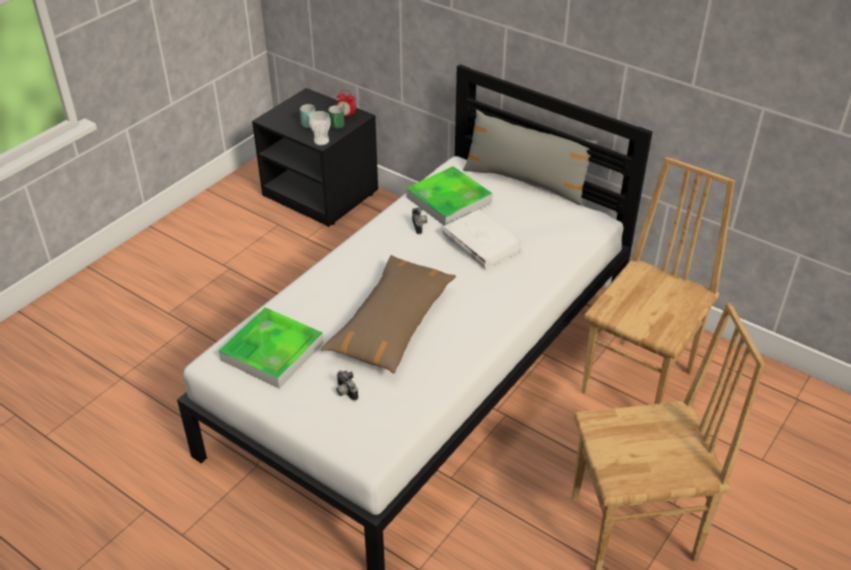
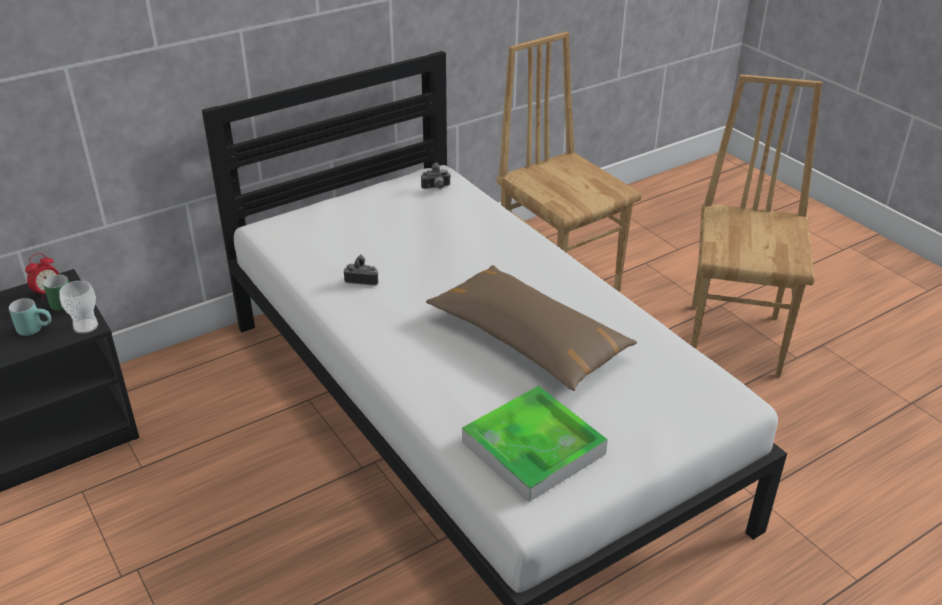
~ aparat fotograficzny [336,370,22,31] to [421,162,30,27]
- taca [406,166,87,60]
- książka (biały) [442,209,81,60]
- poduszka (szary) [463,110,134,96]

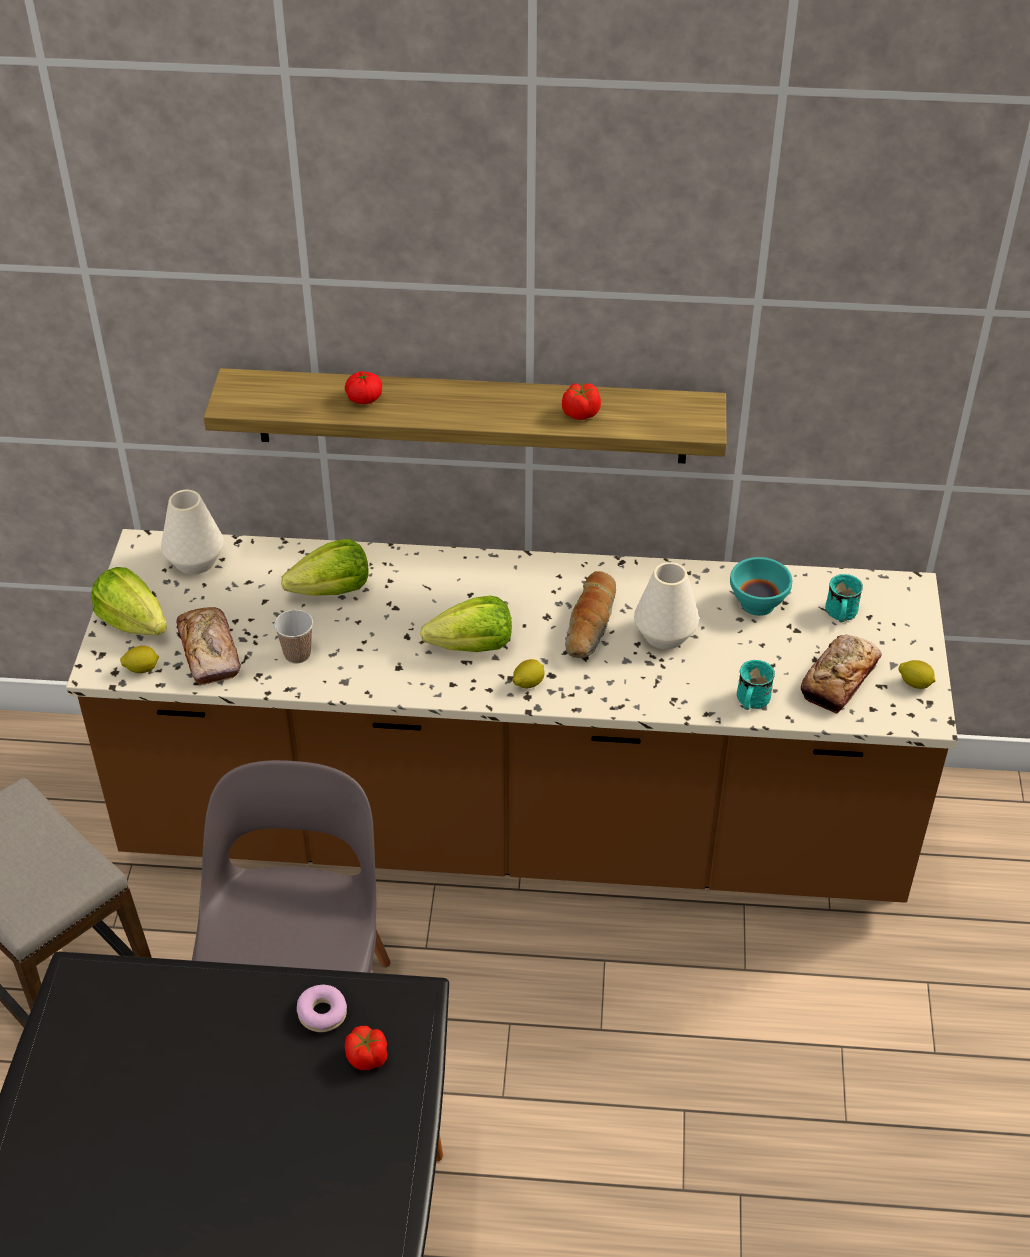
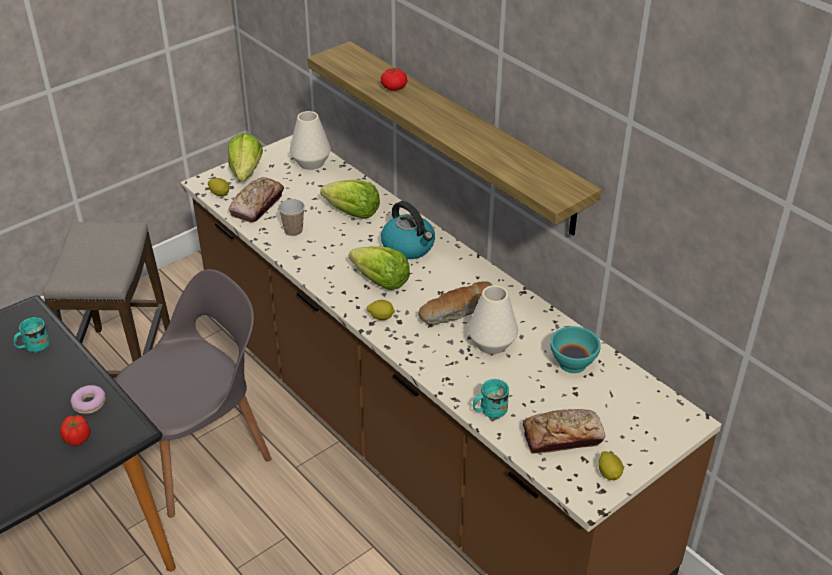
- pomidor [562,383,39,37]
~ kubek (turkusowy) [825,574,38,48] to [13,317,37,37]
+ czajnik [381,201,54,58]

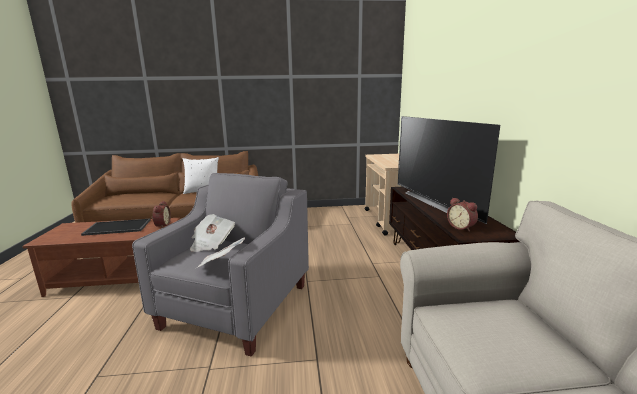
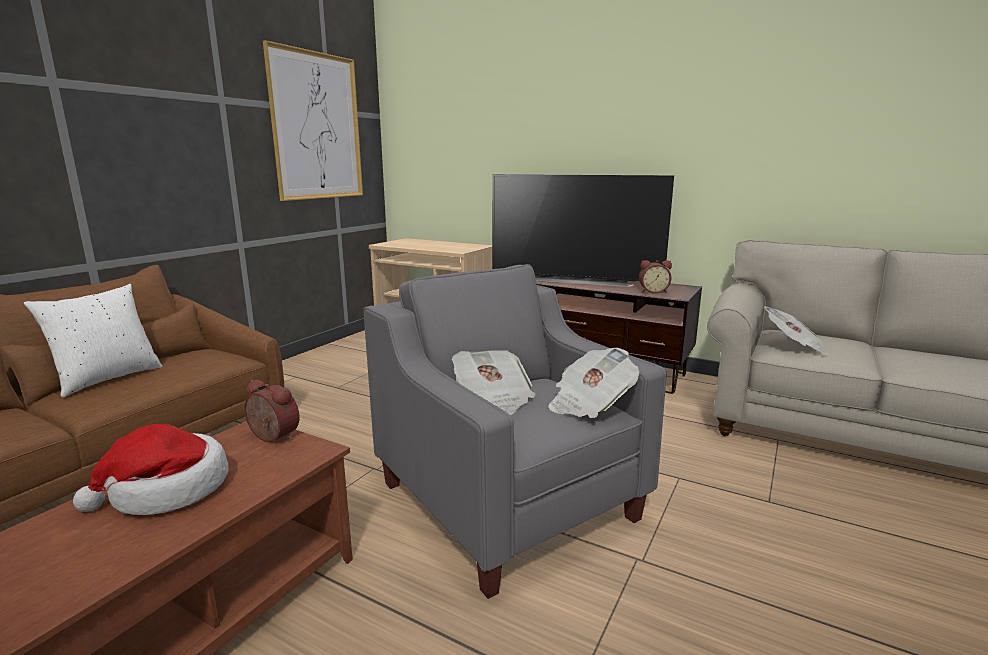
~ taca [81,219,70,17] to kapelusz [73,424,156,91]
+ obraz [263,40,100,161]
+ gazeta [764,306,65,49]

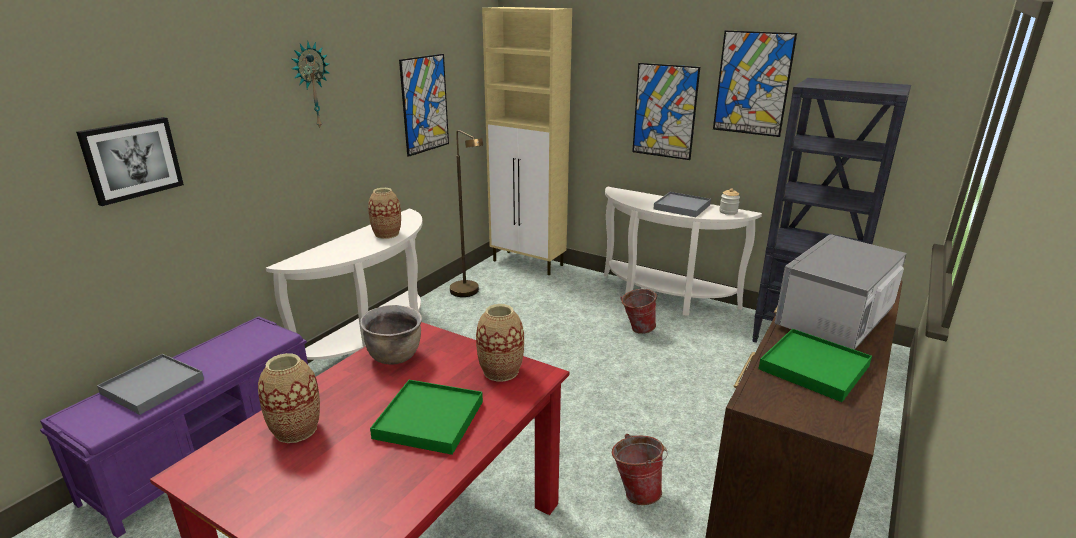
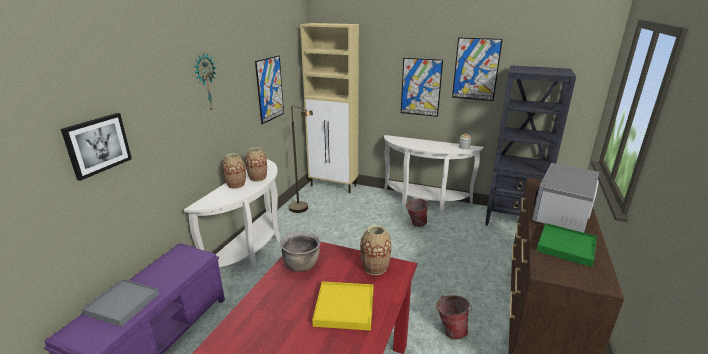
~ wazon [258,353,62,90] to [222,153,24,36]
~ taca (zielony) [370,380,113,75] to taca (żółty) [312,281,62,50]
- taca (szary) [654,192,57,25]

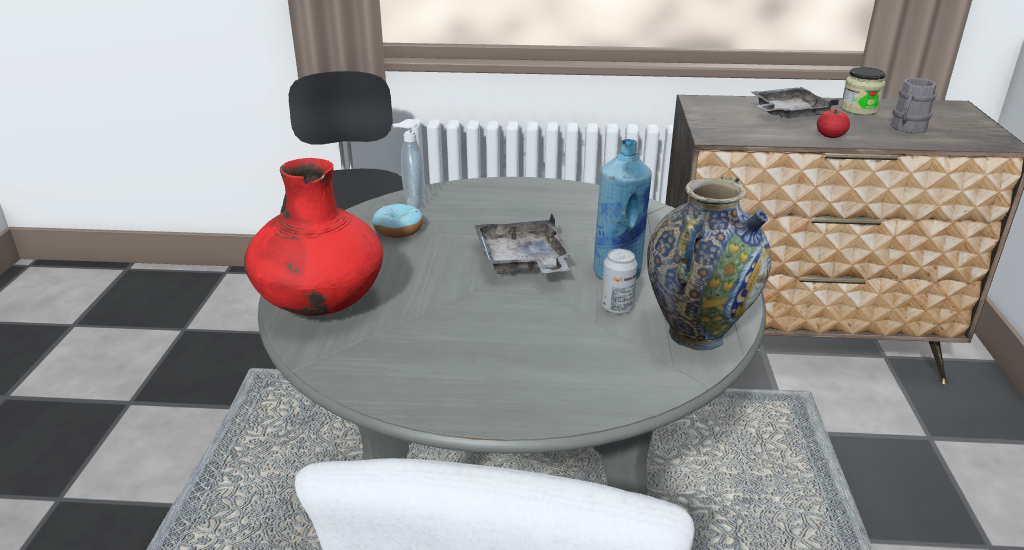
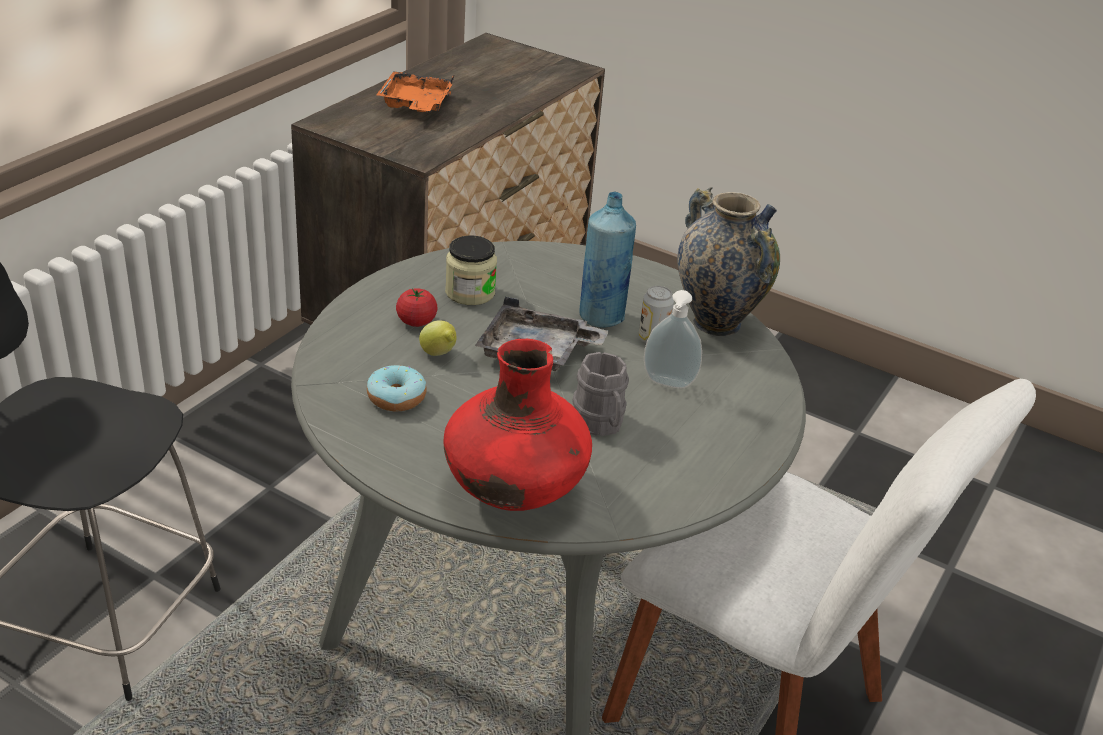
~ dozownik mydła [393,119,31,90] to [644,290,58,98]
~ taca (szary) [751,87,89,31] to taca (pomarańczowy) [377,71,77,41]
~ pomidor [817,109,33,29] to [396,288,42,39]
~ słoik [841,67,45,48] to [445,235,52,70]
~ kubek (szary) [891,78,46,56] to [572,352,57,84]
+ cytryna [419,320,37,36]

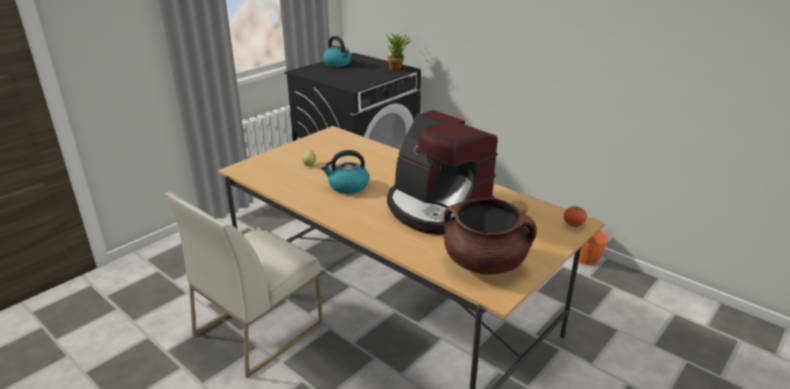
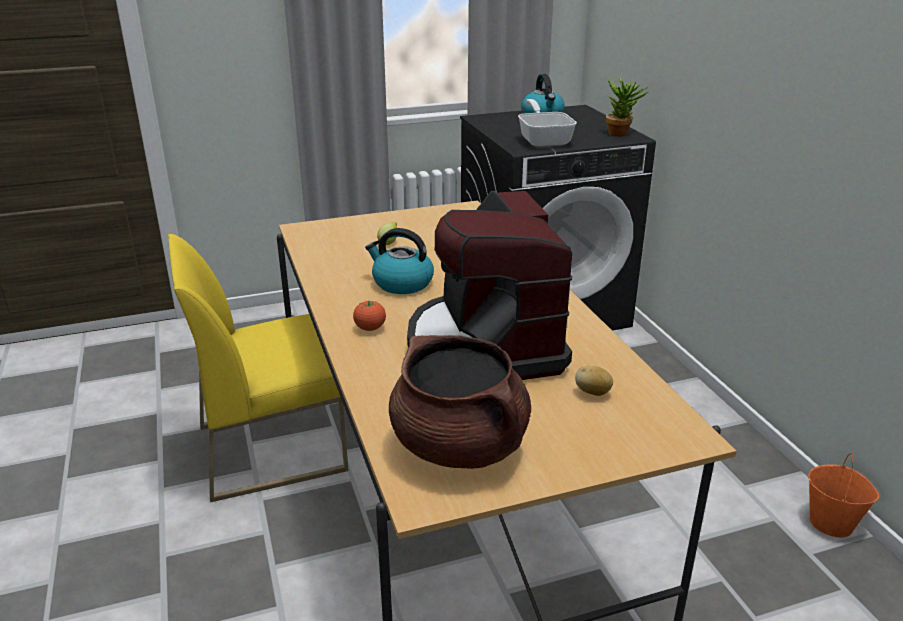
~ krzesło (biały) [165,192,158,186] to krzesło (żółty) [168,234,181,268]
~ pomidor [564,206,23,21] to [353,300,33,31]
+ patelnia [518,99,59,48]

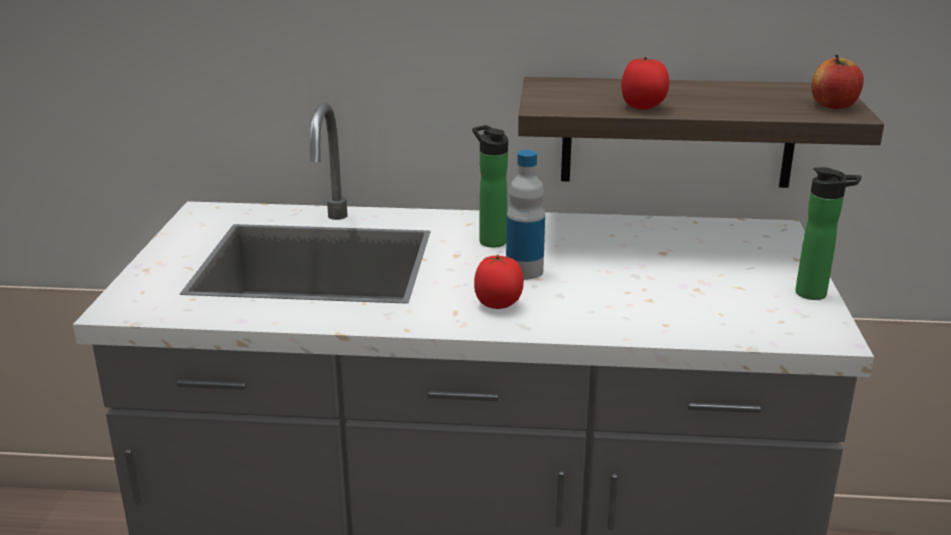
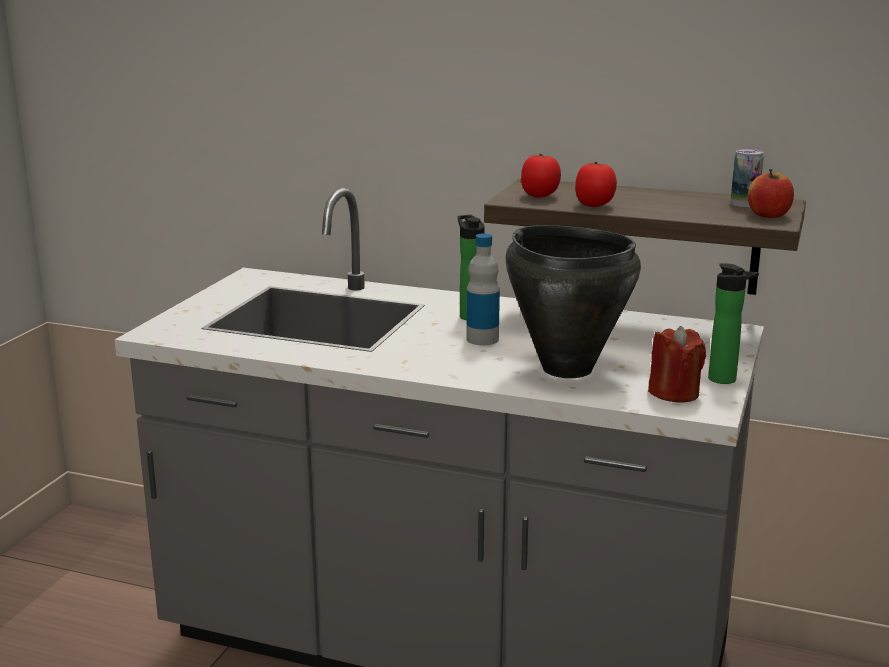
~ pomidor [474,255,50,54] to [521,154,40,43]
+ garnek (czarny) [505,225,136,153]
+ świeca (czerwony) [648,326,58,77]
+ puszka [731,149,32,58]

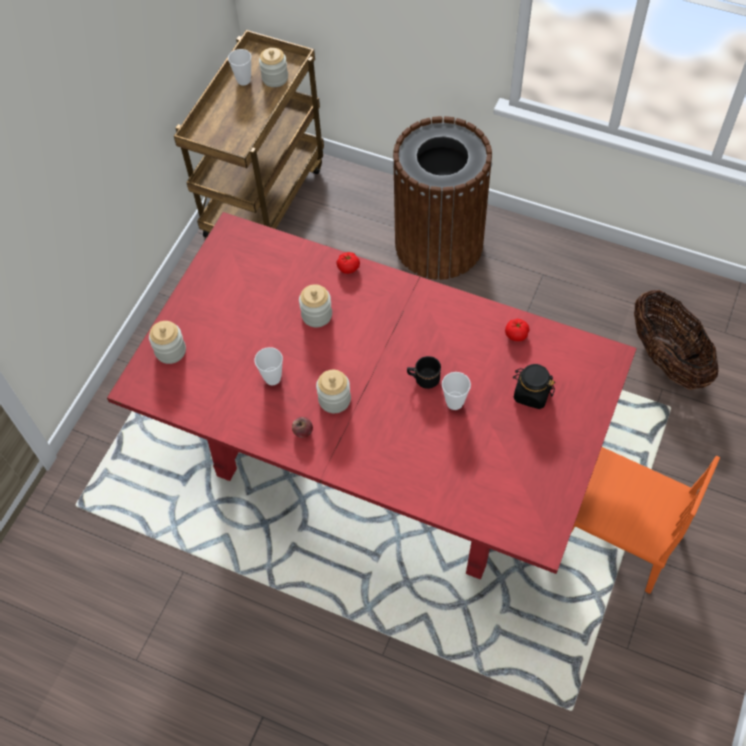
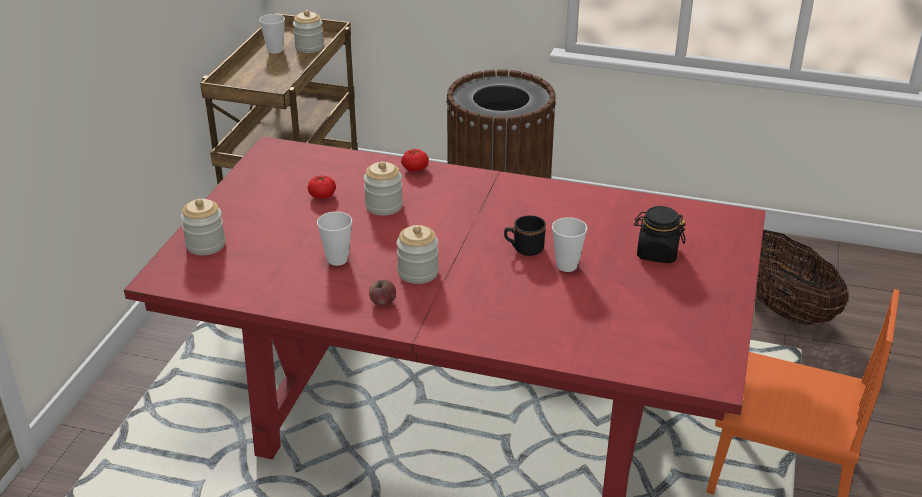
~ pomidor [505,319,25,22] to [308,175,28,24]

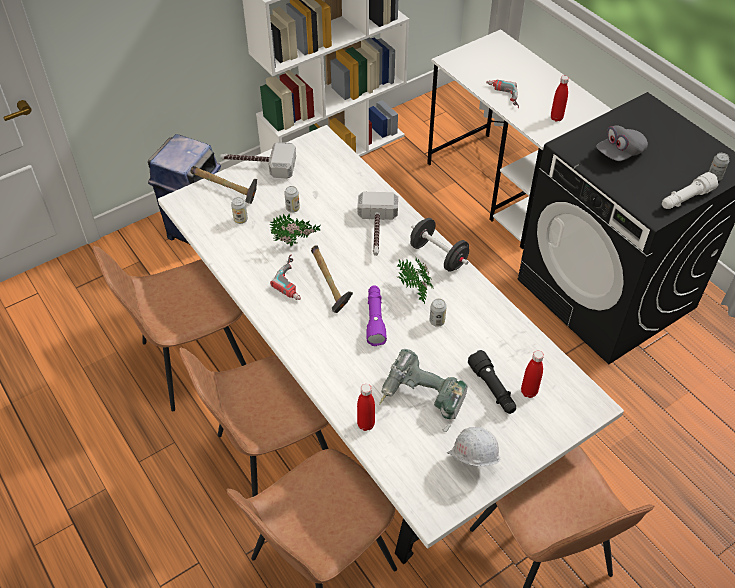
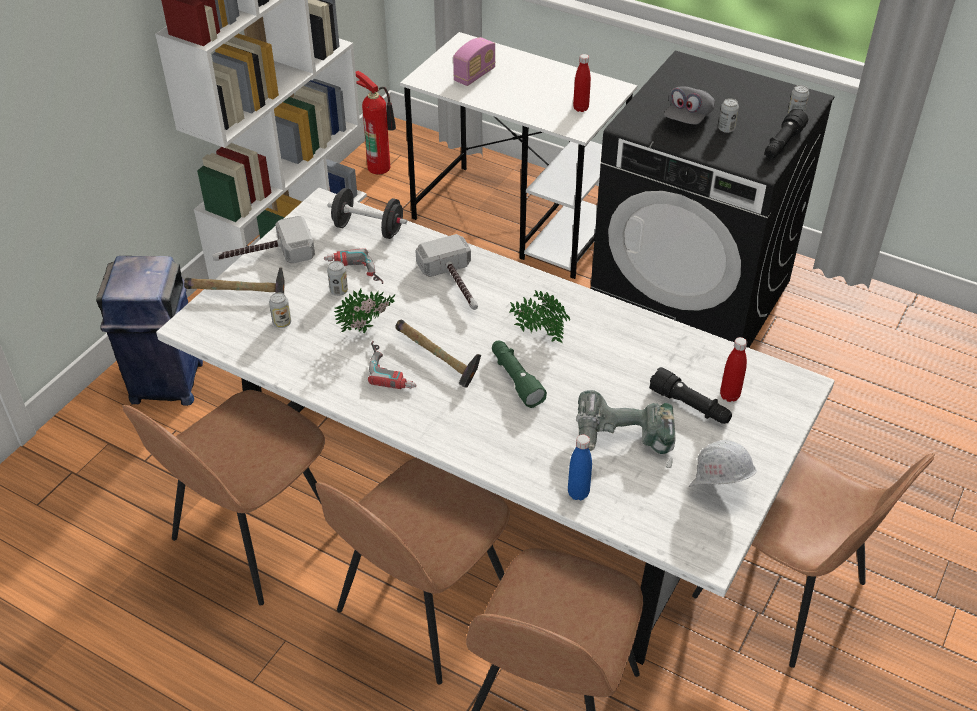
~ butelka (czerwony) [357,384,18,47] to butelka (niebieski) [568,435,24,65]
~ latarka (fioletowy) [366,285,21,61] to latarka (zielony) [492,341,55,67]
~ hantel (czarny) [410,218,59,54] to [327,188,80,51]
~ puszka [430,298,17,29] to [718,98,21,35]
~ wiertarka [486,80,33,28] to [324,248,59,36]
~ latarka (biały) [662,172,56,37] to latarka (czarny) [765,109,43,50]
+ gaśnica [356,71,40,103]
+ radio [453,37,43,49]

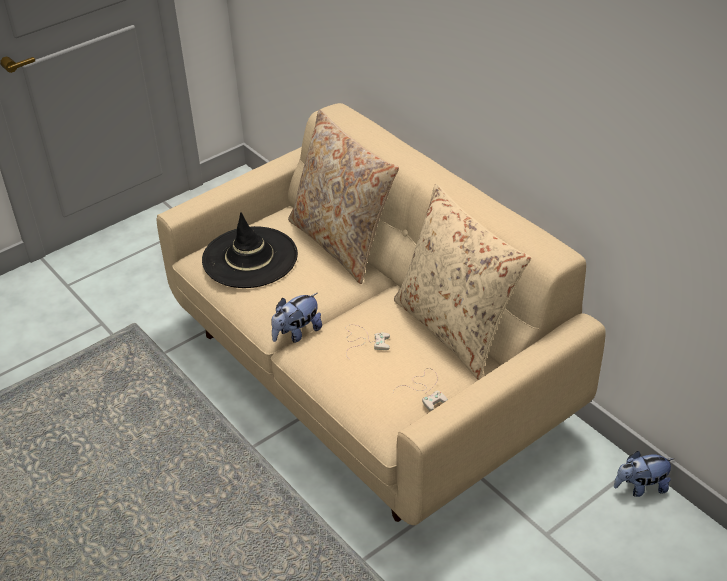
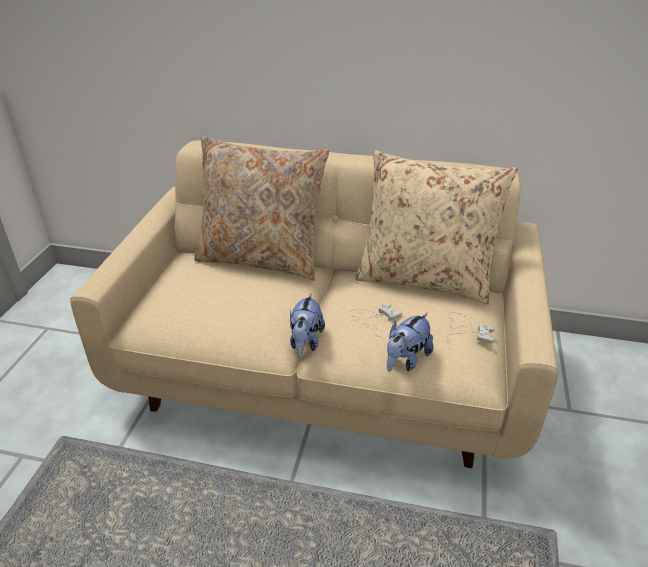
- kapelusz (czarny) [202,212,96,76]
~ pluszak [614,451,61,46] to [387,313,47,59]

